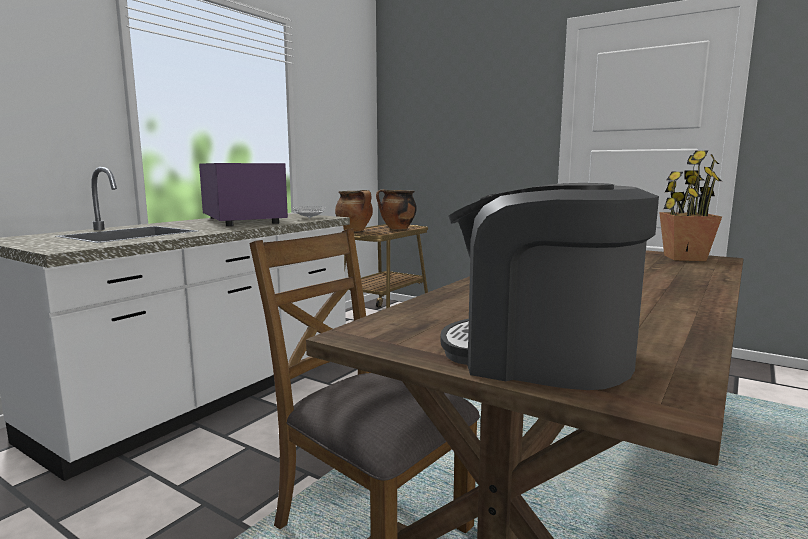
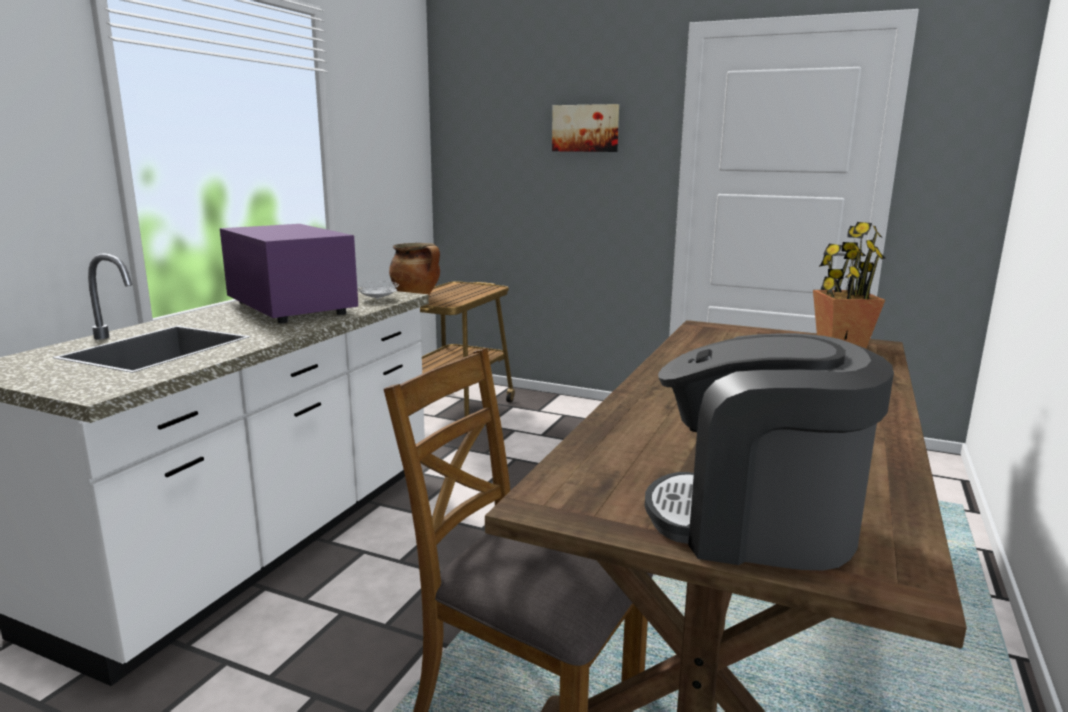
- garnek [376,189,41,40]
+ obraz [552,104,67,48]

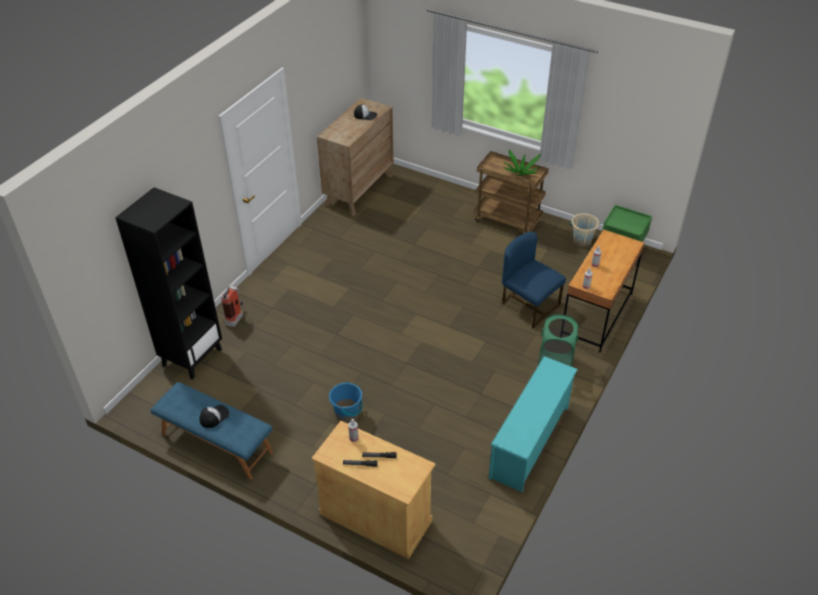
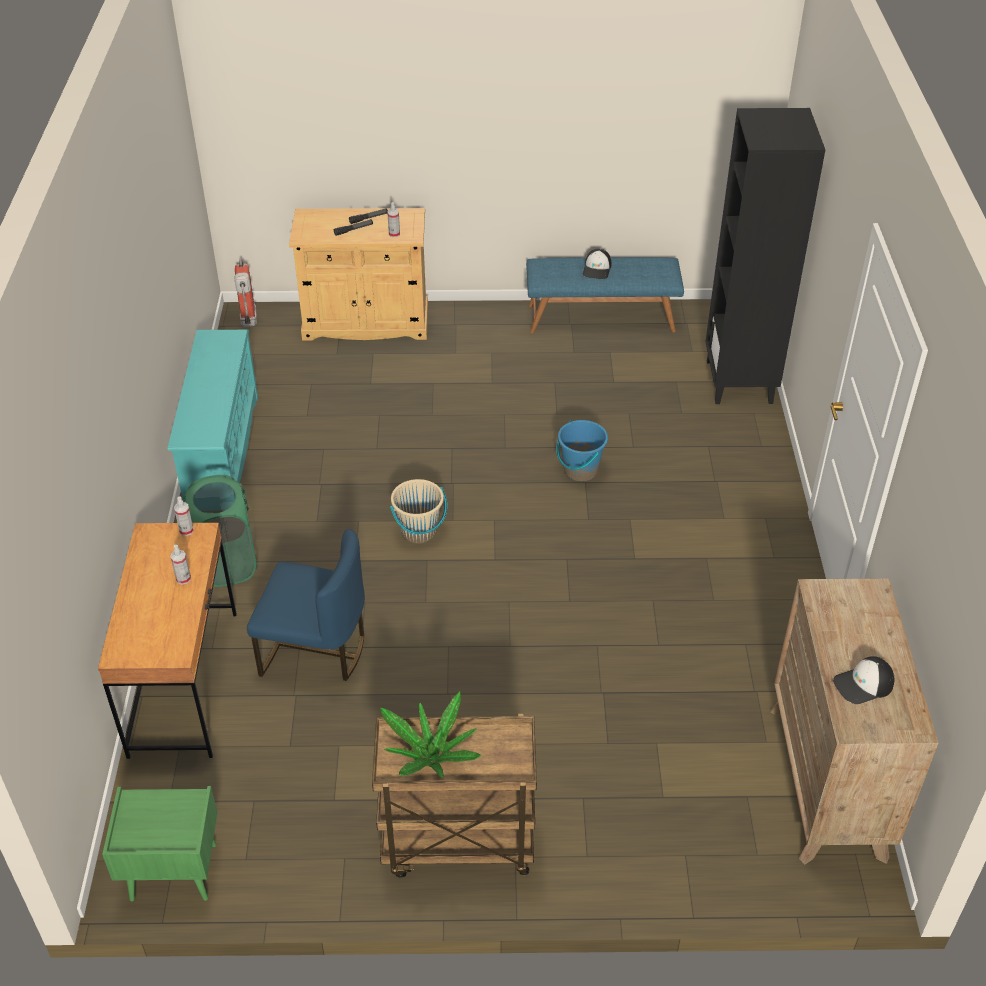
~ gaśnica [221,285,22,42] to [235,258,22,69]
~ wiadro (niebieski) [329,382,34,41] to [556,420,52,61]
~ wiadro (beżowy) [569,213,32,34] to [390,479,57,65]

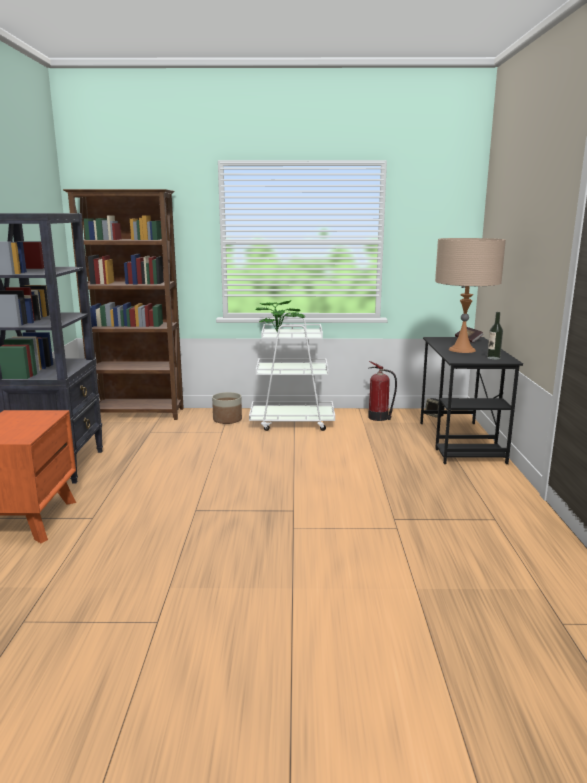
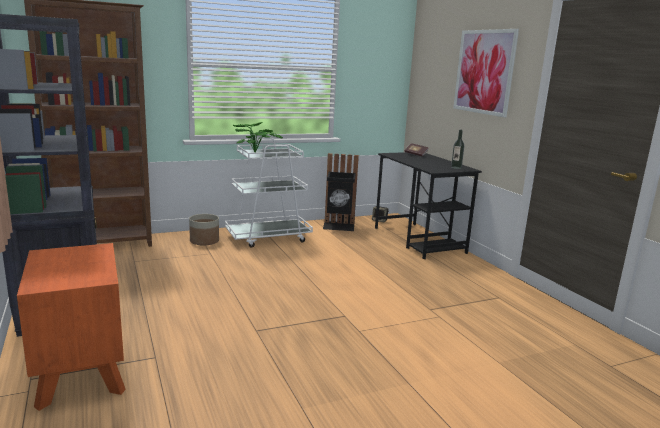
~ gaśnica [368,361,29,60] to kosz na śmieci (czarny) [323,153,36,78]
- lampa stołowa (beżowy) [435,238,71,115]
+ obraz [453,29,66,88]

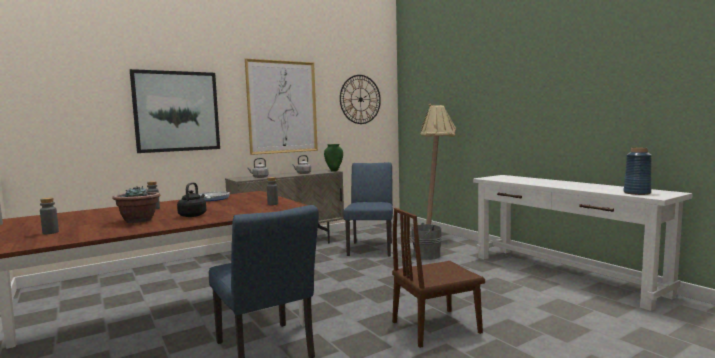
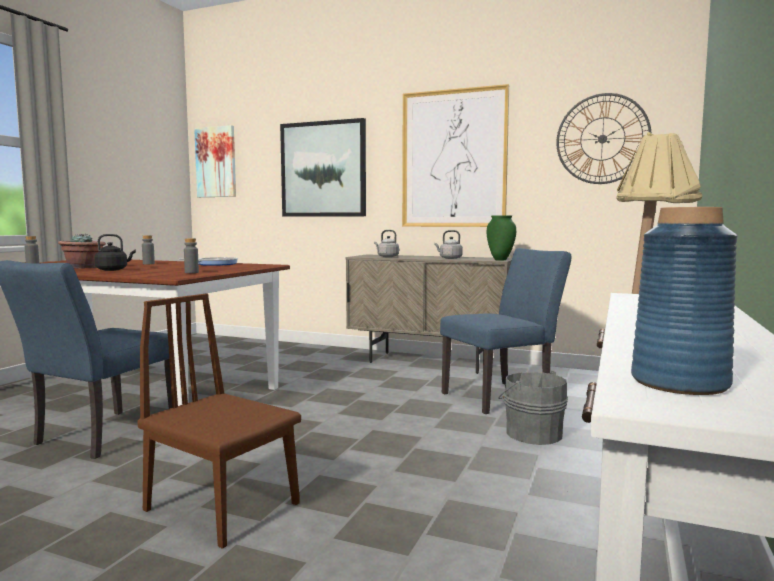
+ obraz [194,125,42,72]

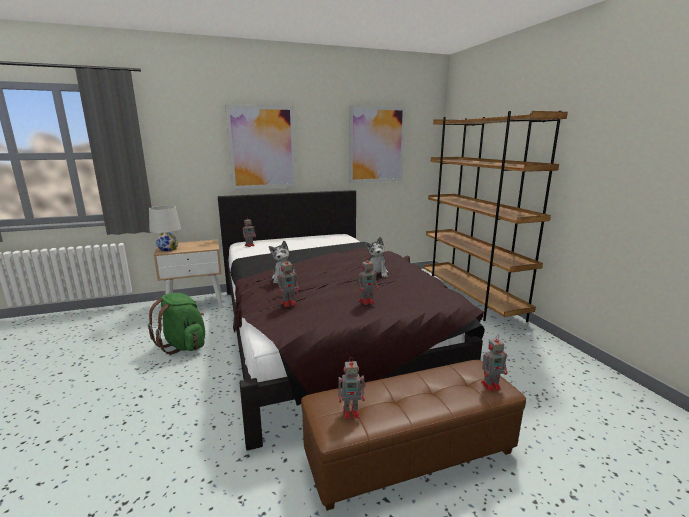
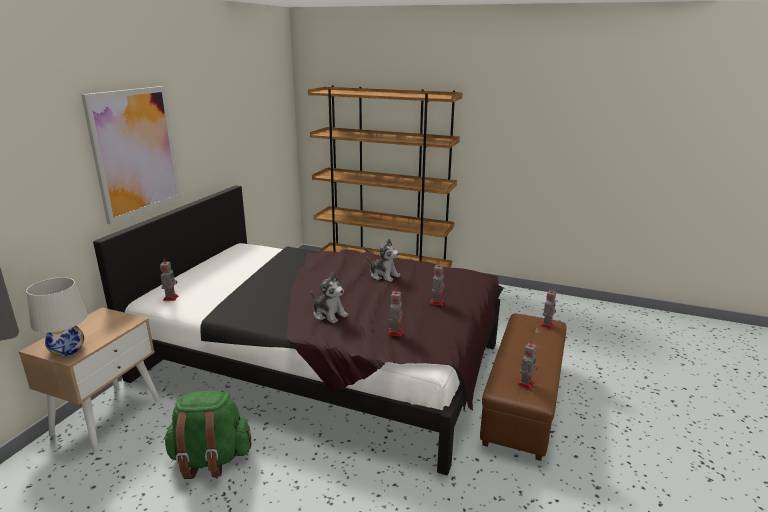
- obraz [349,106,57,77]

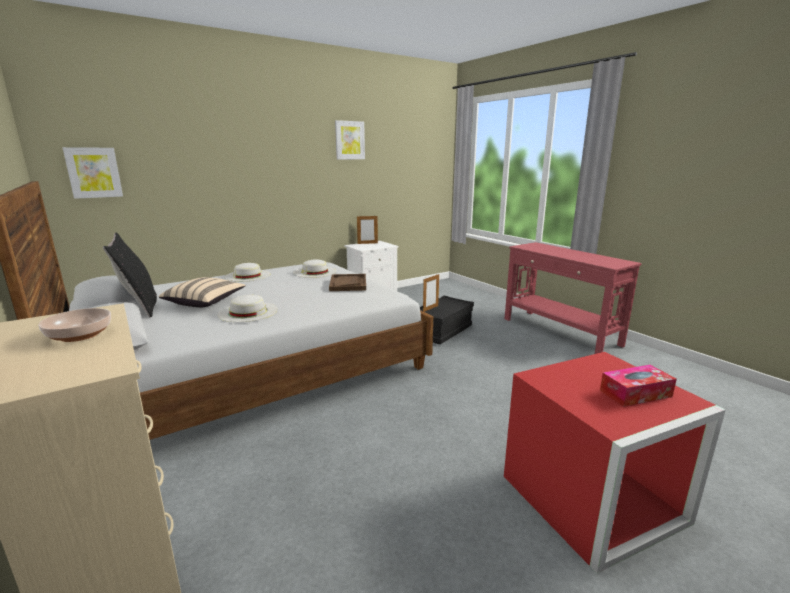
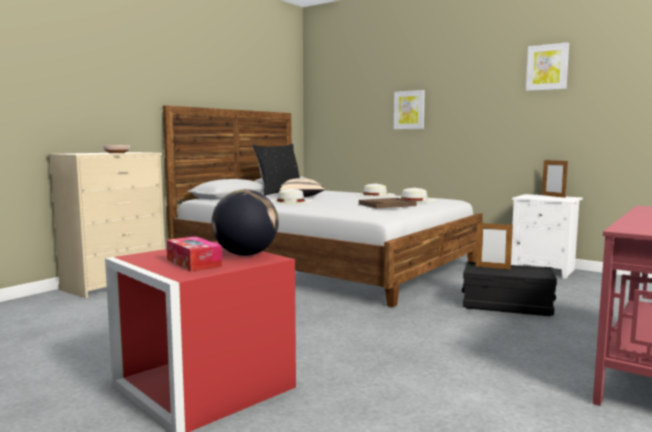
~ obraz [62,147,61,52] to [394,90,31,39]
+ globus [211,189,68,67]

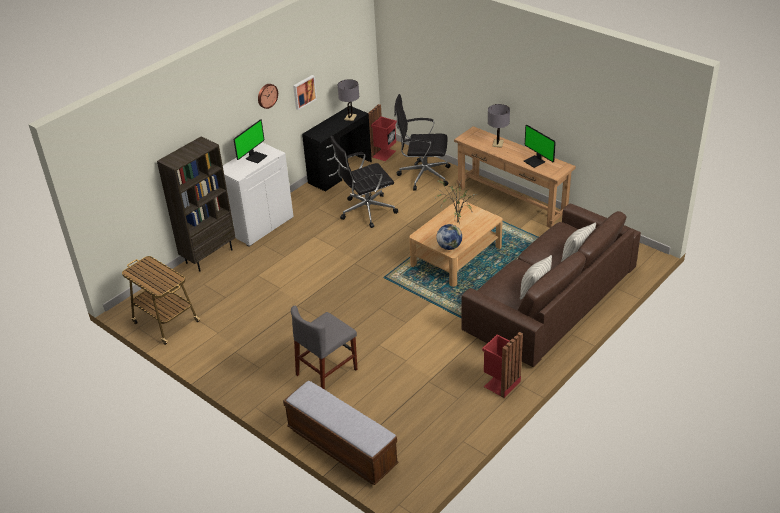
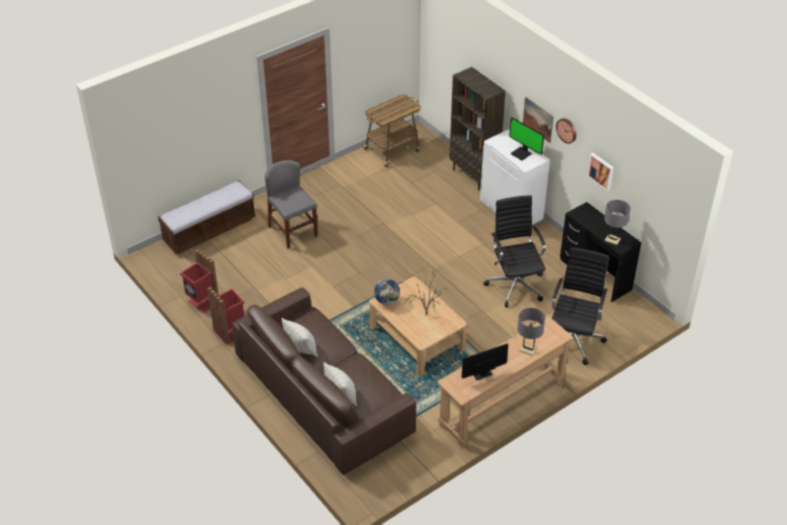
~ kosz na śmieci (czerwony) [368,104,29,57] to [180,249,39,65]
+ obraz [523,97,31,46]

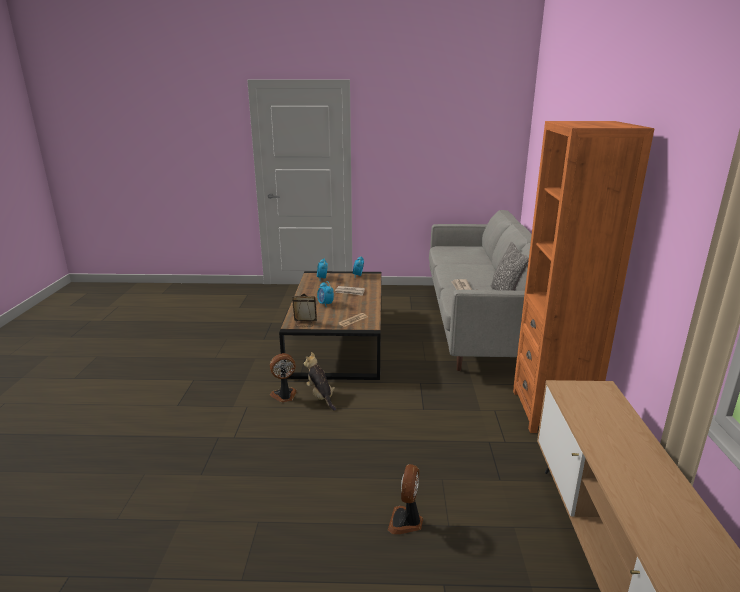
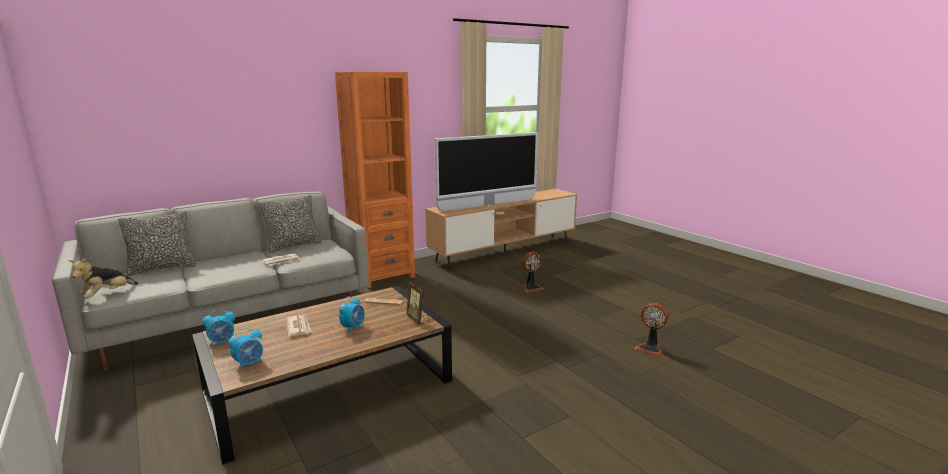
~ wentylator [270,353,27,49] to [635,303,34,54]
~ pluszak [304,352,32,59] to [68,258,70,40]
+ poduszka [118,211,78,65]
+ telewizor [434,132,104,80]

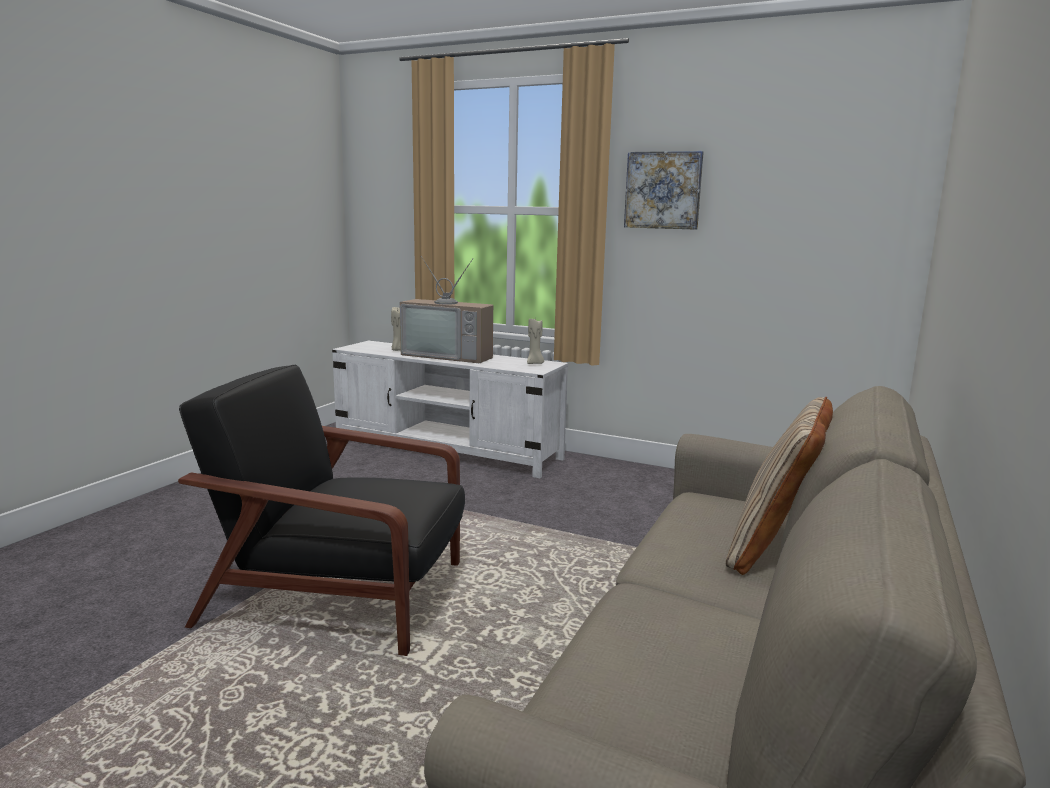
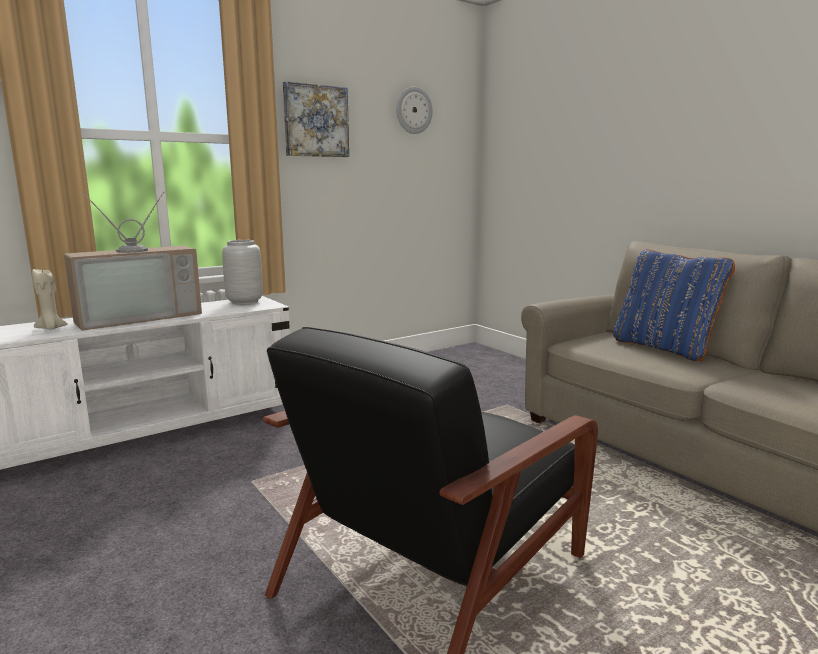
~ świeca (beżowy) [527,319,17,45] to wazon (szary) [222,240,41,65]
~ poduszka (beżowy) [725,397,108,178] to poduszka (niebieski) [613,249,122,112]
+ zegar ścienny [396,87,37,47]

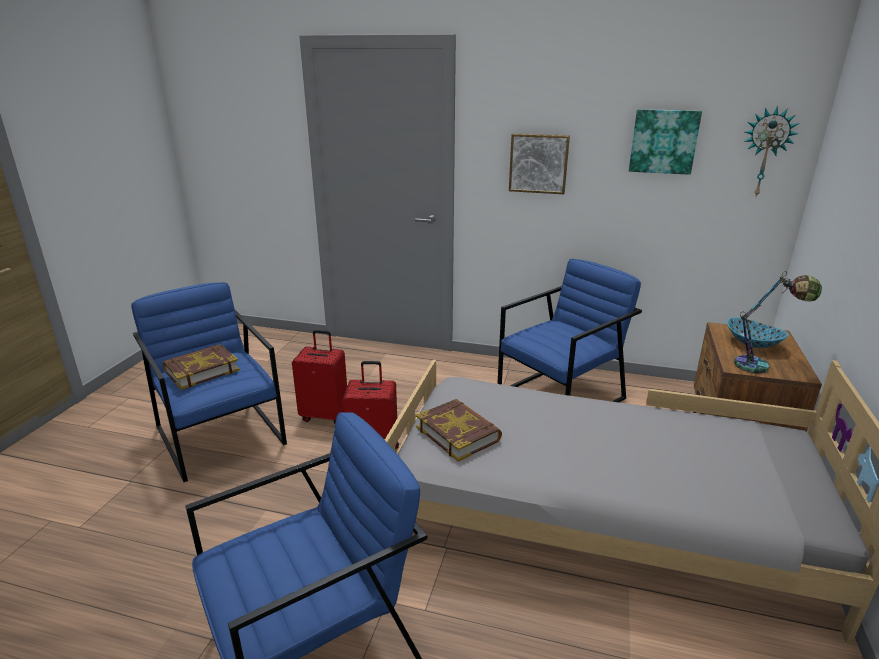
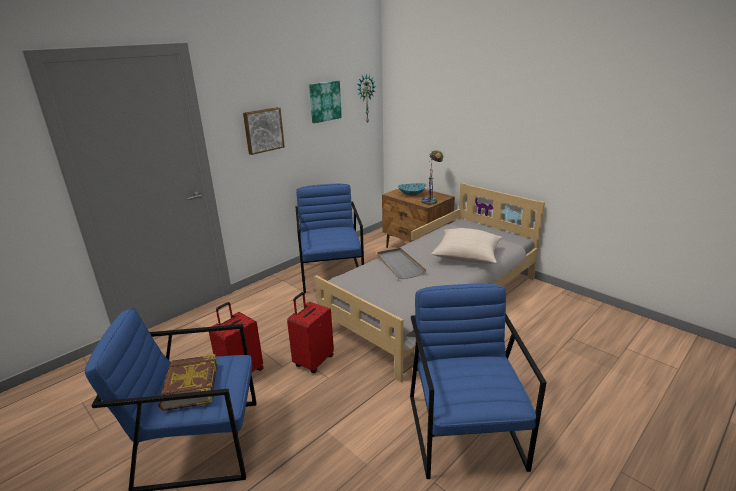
- książka [416,399,86,63]
+ taca (szary) [377,248,49,31]
+ poduszka (beżowy) [431,228,72,36]

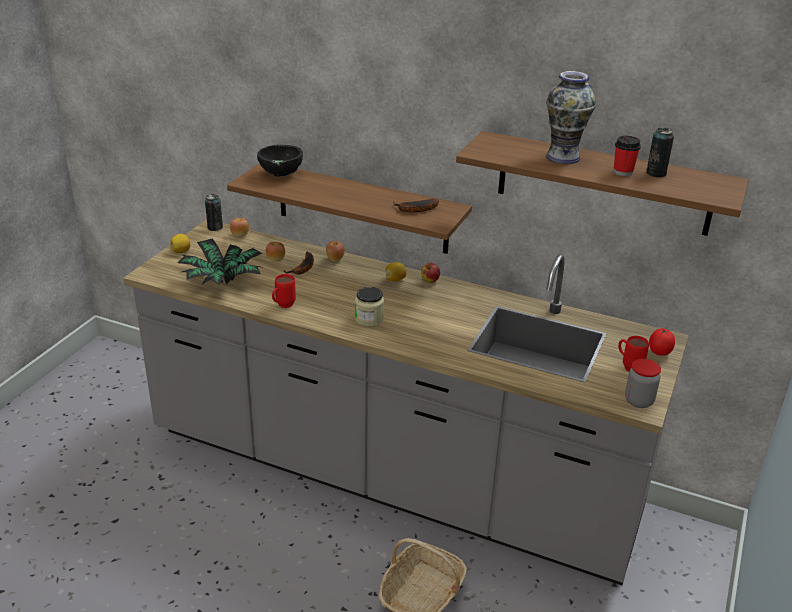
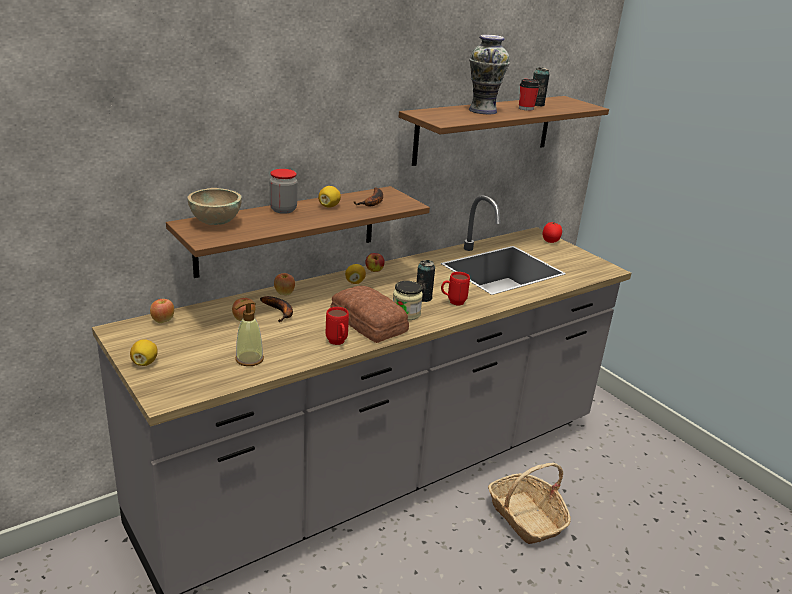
~ roślina doniczkowa [177,238,85,47] to dozownik mydła [235,300,29,66]
~ puszka [205,194,18,37] to [416,260,19,42]
~ miska (czarny) [257,145,46,32] to miska (beżowy) [187,188,55,37]
~ kubek (czerwony) [618,336,31,35] to [441,272,29,34]
~ słoik [625,359,36,49] to [270,169,27,45]
+ cytryna [318,186,23,22]
+ chleb [330,286,79,57]

